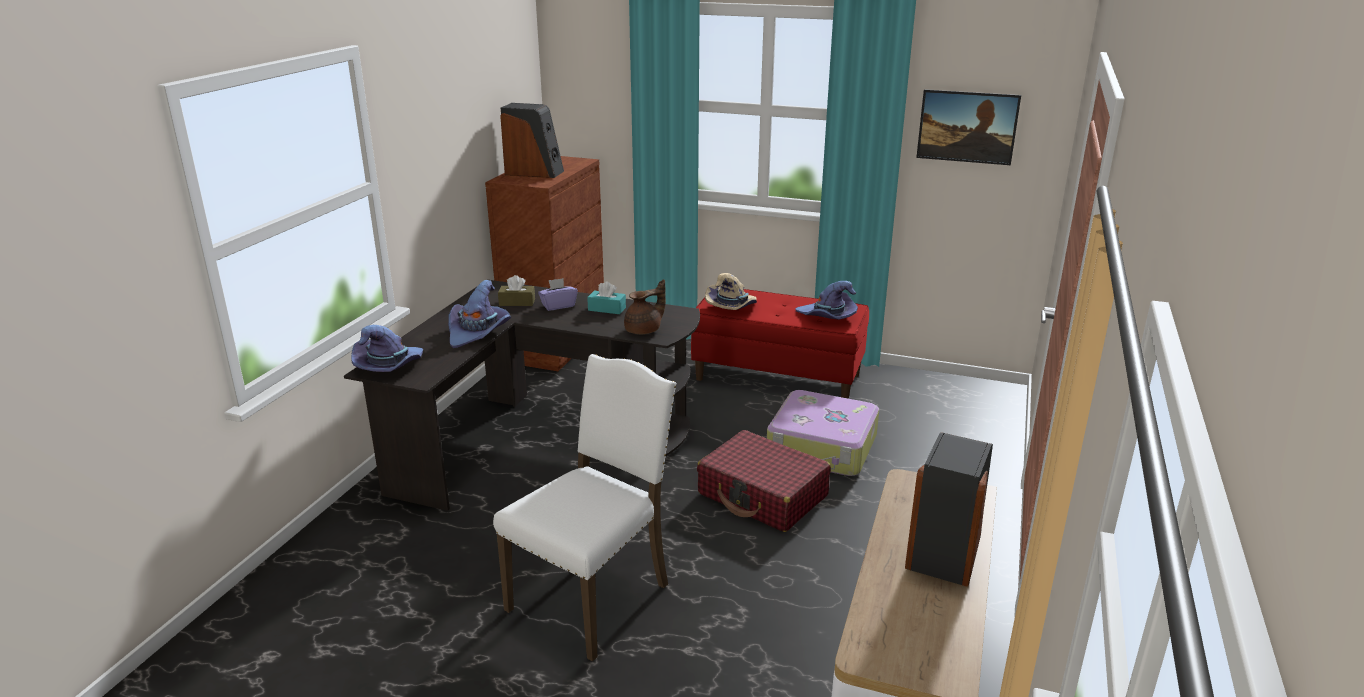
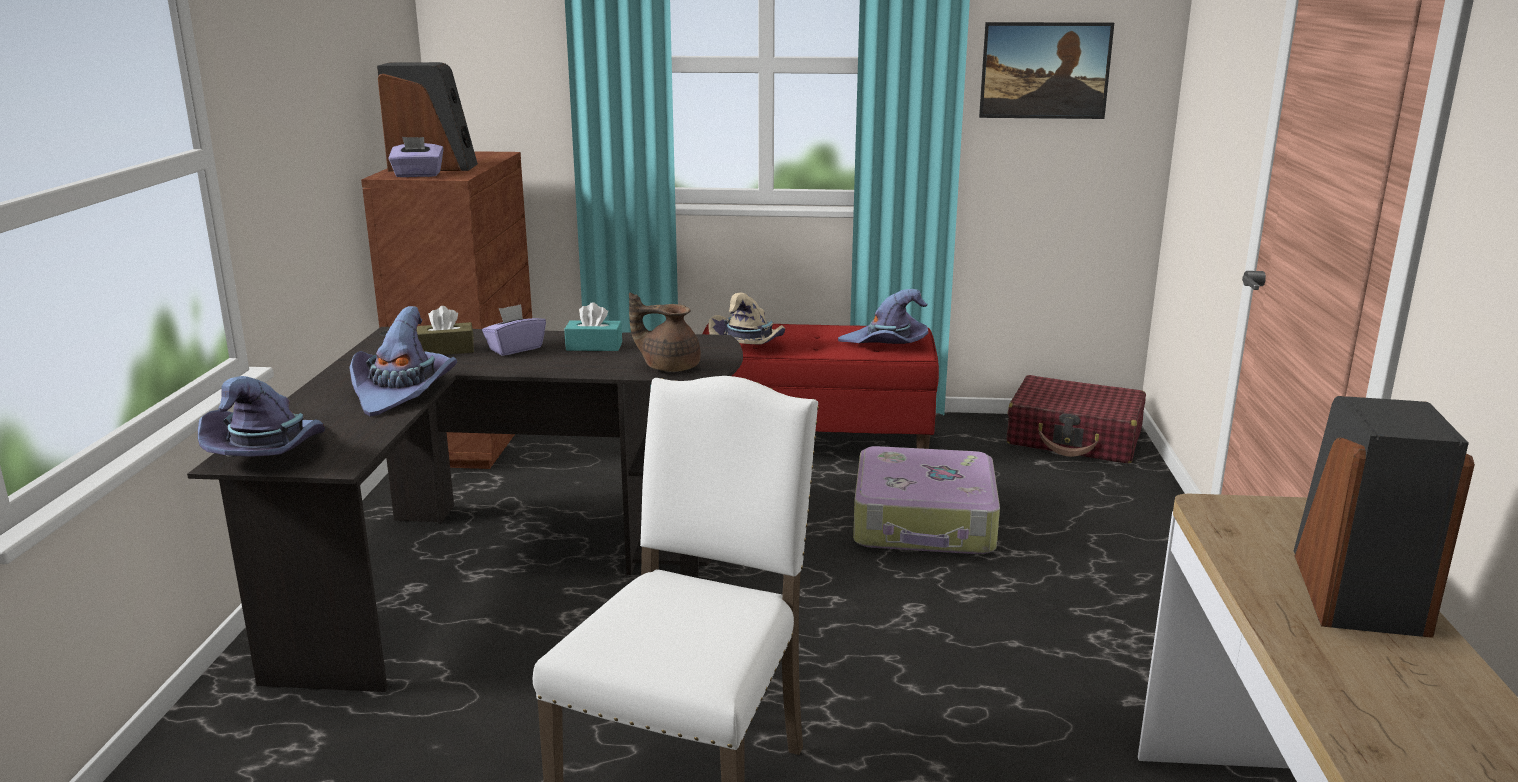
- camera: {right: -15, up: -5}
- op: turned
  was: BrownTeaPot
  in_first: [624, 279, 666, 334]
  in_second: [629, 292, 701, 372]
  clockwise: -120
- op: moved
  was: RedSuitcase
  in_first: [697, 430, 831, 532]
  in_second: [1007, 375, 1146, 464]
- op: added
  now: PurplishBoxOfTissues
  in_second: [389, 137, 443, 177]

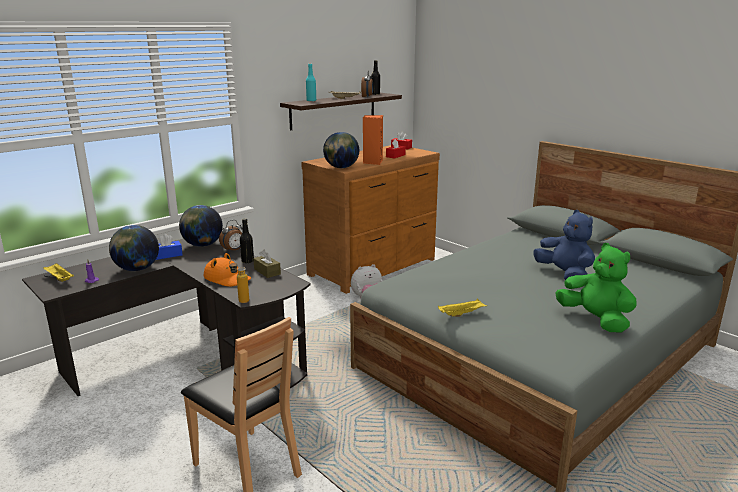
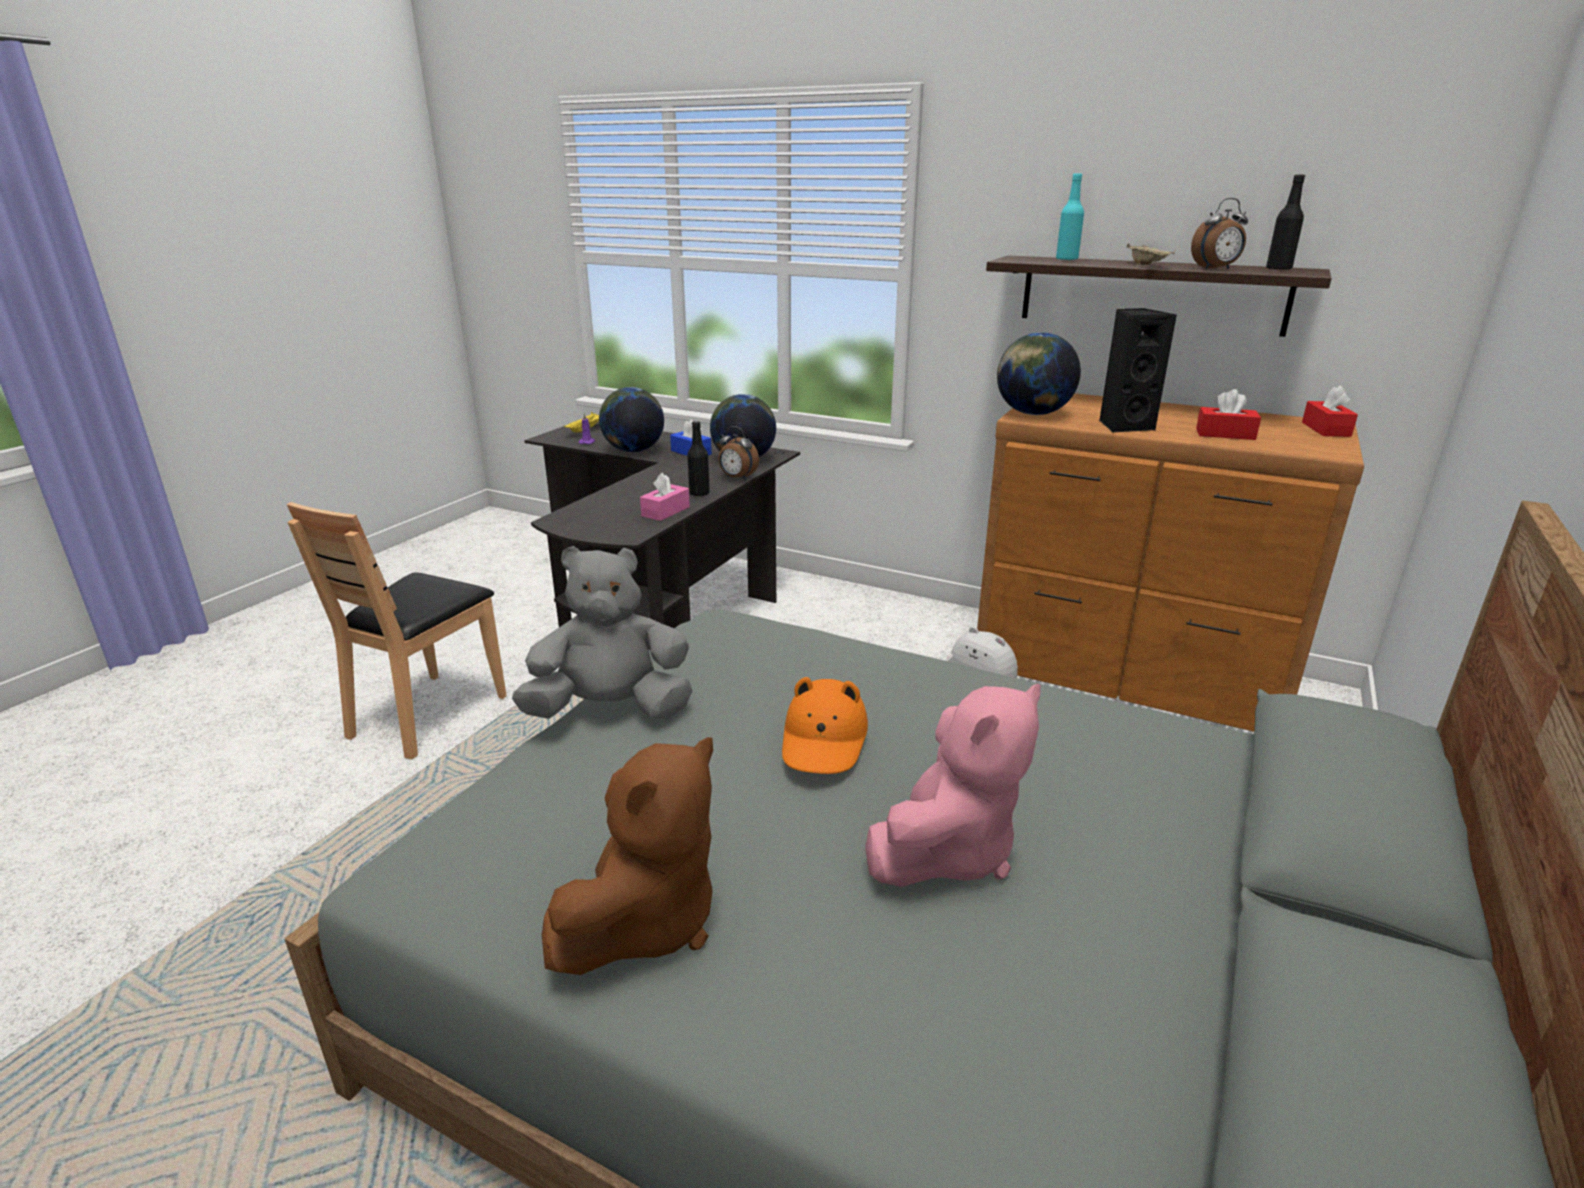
- camera: {right: 70, up: 5}
- op: moved
  was: OrangeClothingHat
  in_first: [204, 253, 251, 287]
  in_second: [782, 677, 868, 774]
- op: removed
  was: BeverageBottle
  in_first: [229, 260, 249, 303]
- op: recoloured
  was: BrownBoxOfTissues
  now: PinkishBoxOfTissues
  in_first: [253, 250, 281, 278]
  in_second: [640, 473, 690, 521]
- op: recoloured
  was: OrangeAudioSpeaker
  now: BlackAudioSpeaker
  in_first: [363, 115, 383, 165]
  in_second: [1099, 308, 1177, 433]
- op: replaced
  was: YellowCarryingTray
  now: GreyishPlushToy
  in_first: [438, 299, 487, 317]
  in_second: [512, 546, 693, 720]
- op: recoloured
  was: BluishPlushToy
  now: PinkishPlushToy
  in_first: [534, 210, 595, 280]
  in_second: [865, 684, 1041, 887]
- op: recoloured
  was: GreenPlushToy
  now: BrownPlushToy
  in_first: [555, 243, 636, 333]
  in_second: [542, 737, 713, 975]

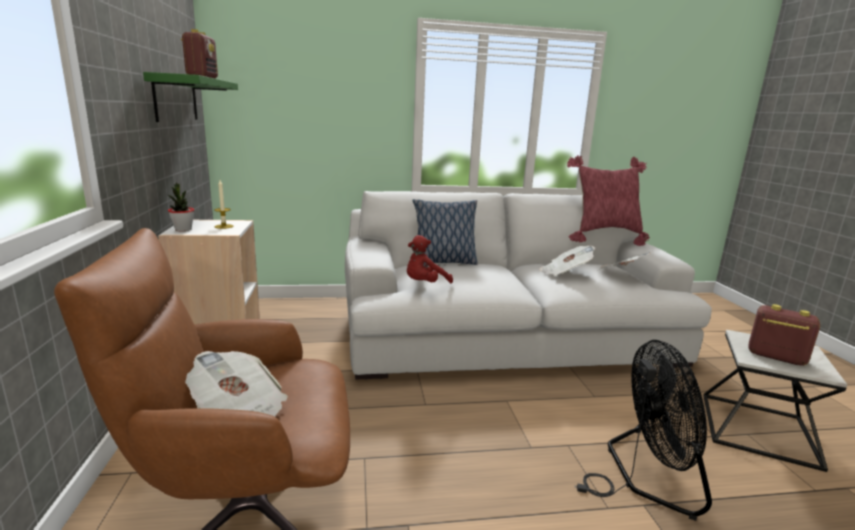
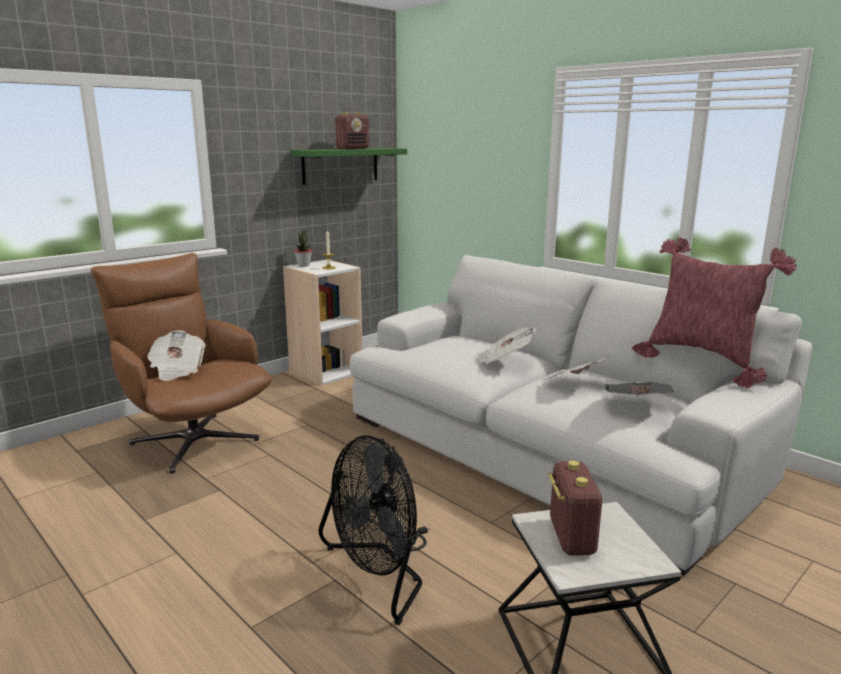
- camera: {right: 55, up: 0}
- op: removed
  was: RedPlushToy
  in_first: [407, 235, 453, 283]
- op: removed
  was: Pillow
  in_first: [412, 199, 478, 265]
- op: turned
  was: BlackElectricFan
  in_first: [574, 340, 712, 521]
  in_second: [319, 435, 428, 625]
  clockwise: 90
- op: added
  now: DailyPaper
  in_second: [474, 327, 536, 364]

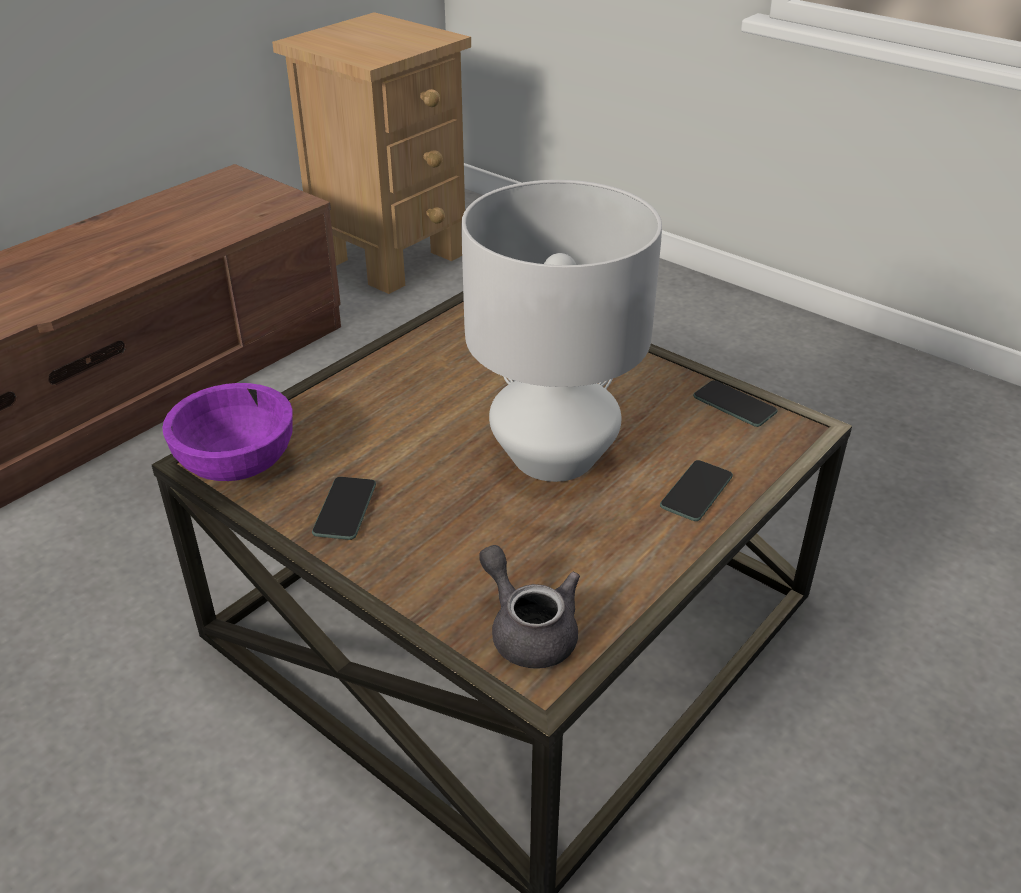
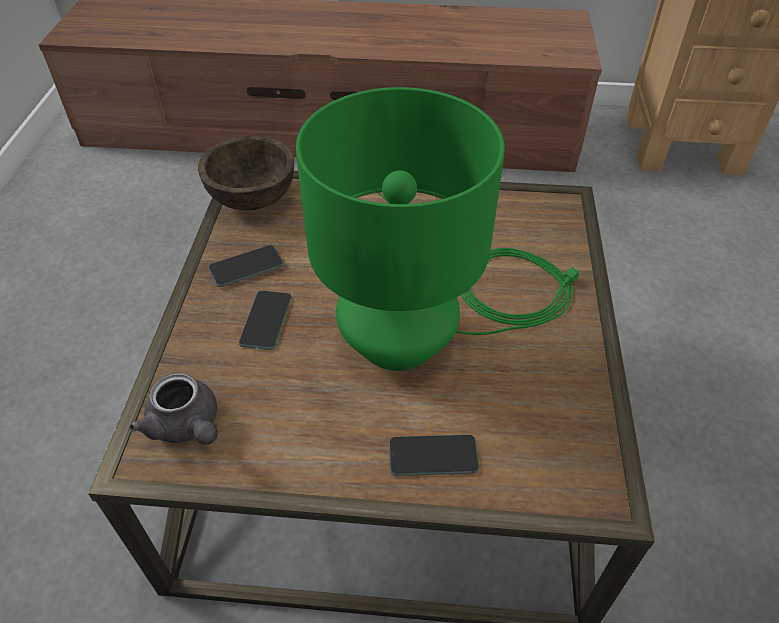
- camera: {right: 55, up: 10}
- op: recoloured
  was: PurplishBowl
  now: BrownBowl
  in_first: [162, 383, 293, 481]
  in_second: [198, 136, 294, 210]
- op: recoloured
  was: WhitishTabletopLamp
  now: GreenTabletopLamp
  in_first: [462, 180, 662, 482]
  in_second: [296, 87, 579, 371]
- op: turned
  was: GreyishTeaPot
  in_first: [479, 545, 580, 669]
  in_second: [129, 373, 218, 445]
  clockwise: 120
- op: moved
  was: Phone
  in_first: [693, 380, 778, 427]
  in_second: [239, 291, 292, 350]

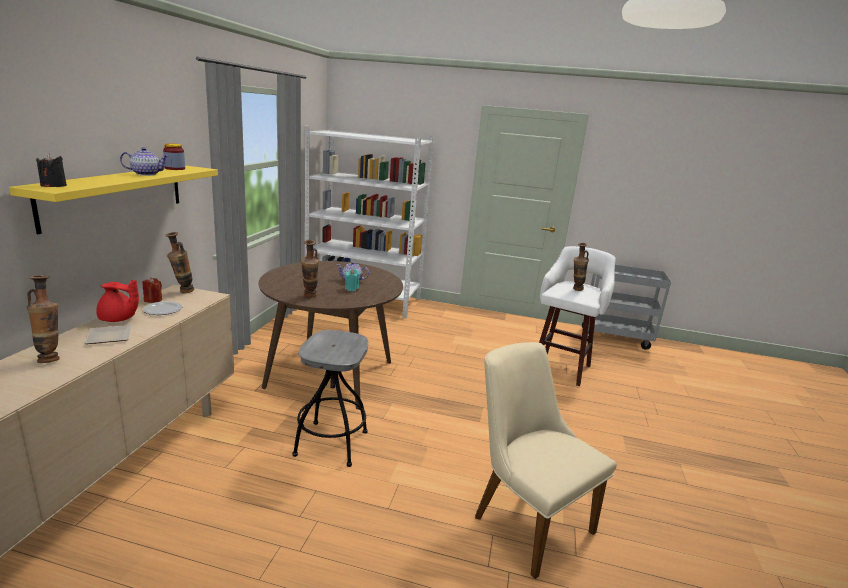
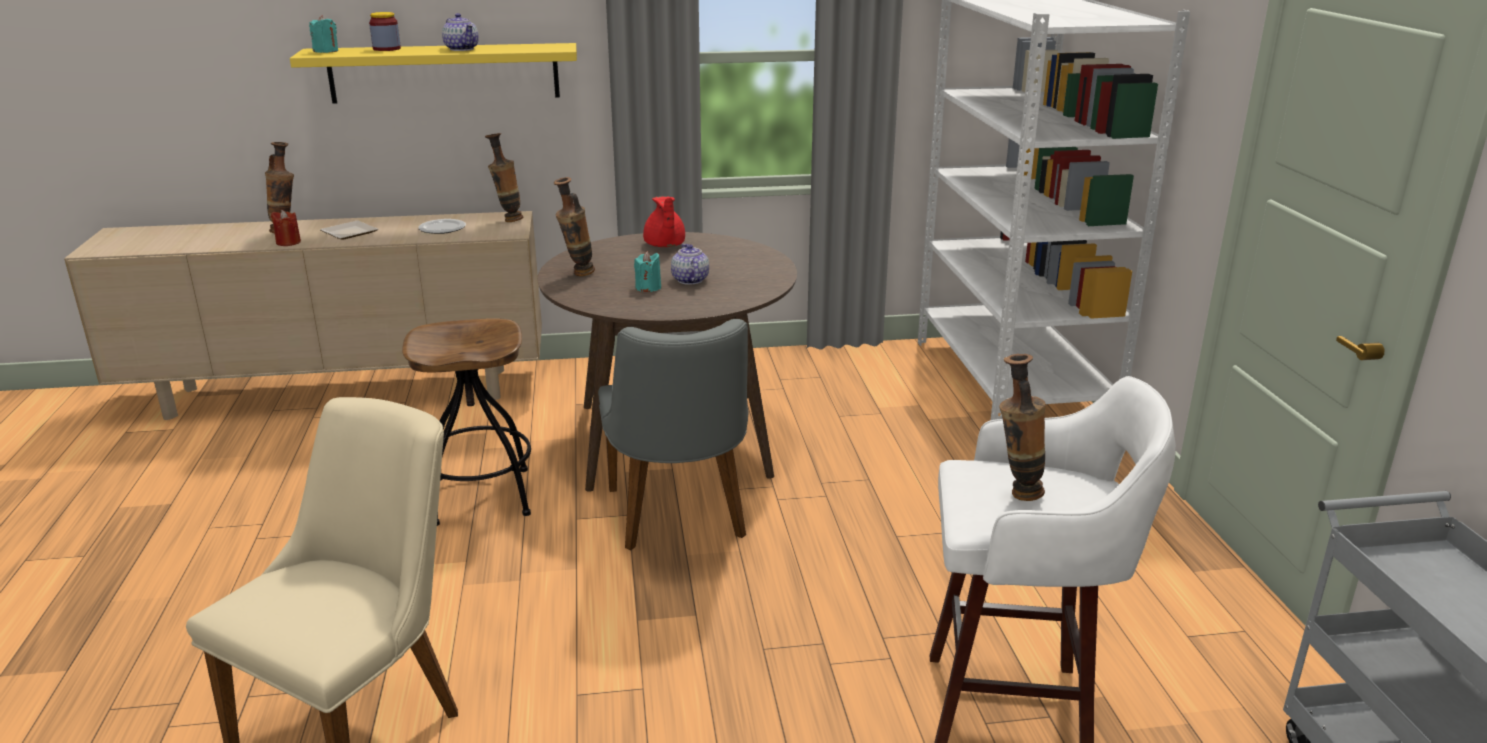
- camera: {right: 70, up: 5}
- op: recoloured
  was: BlackWaxCandle
  now: TurquoiseWaxCandle
  in_first: [36, 153, 67, 187]
  in_second: [309, 15, 338, 53]
- op: moved
  was: RedTeaPot
  in_first: [96, 279, 139, 322]
  in_second: [643, 196, 685, 247]
- op: moved
  was: RedWaxCandle
  in_first: [142, 277, 162, 303]
  in_second: [271, 210, 301, 246]
- op: moved
  was: StorageJar
  in_first: [163, 144, 185, 170]
  in_second: [369, 12, 401, 51]
- op: recoloured
  was: GreyishSittingStool
  now: BrownSittingStool
  in_first: [292, 330, 368, 467]
  in_second: [402, 318, 531, 526]
- op: added
  now: GreyishChair
  in_second: [598, 319, 749, 550]

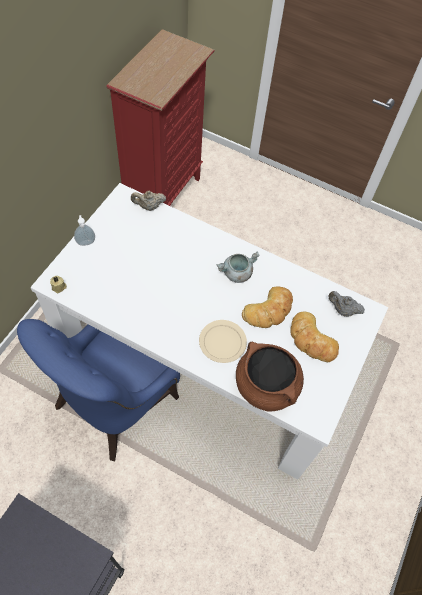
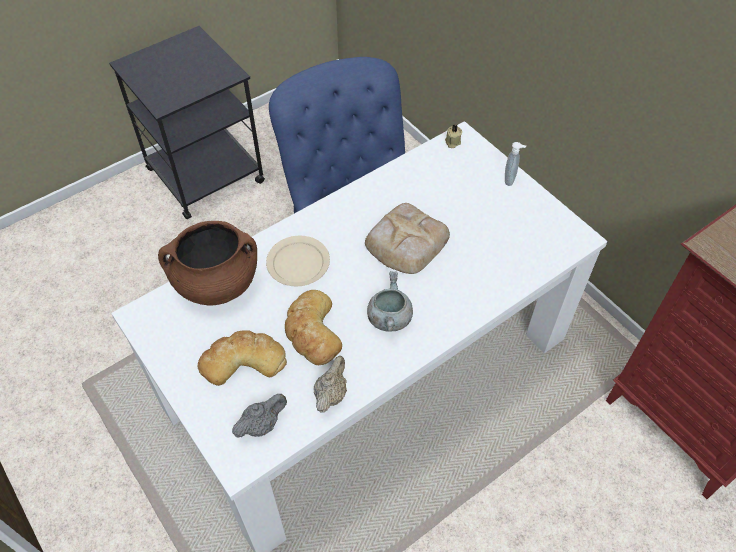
- camera: {right: 120, up: -5}
- op: moved
  was: SandColouredTeaPot
  in_first: [131, 191, 166, 211]
  in_second: [314, 356, 347, 413]
- op: added
  now: BakeryBread
  in_second: [365, 203, 450, 274]

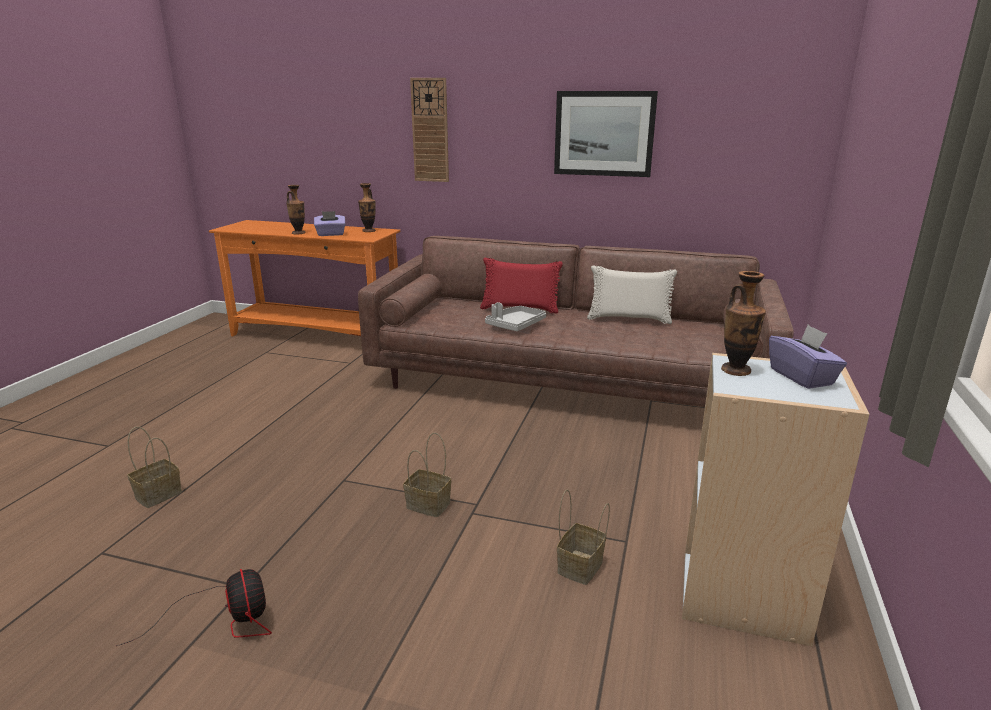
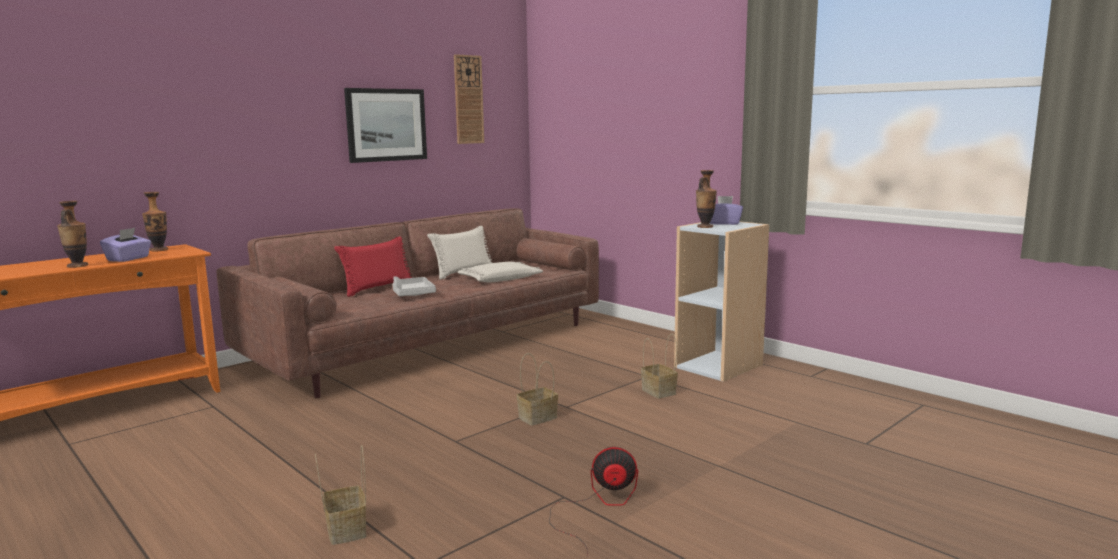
- camera: {right: -60, up: -10}
- op: moved
  was: WallClock
  in_first: [410, 78, 449, 182]
  in_second: [454, 54, 484, 144]
- op: added
  now: WhitishPillow
  in_second: [457, 262, 543, 282]

